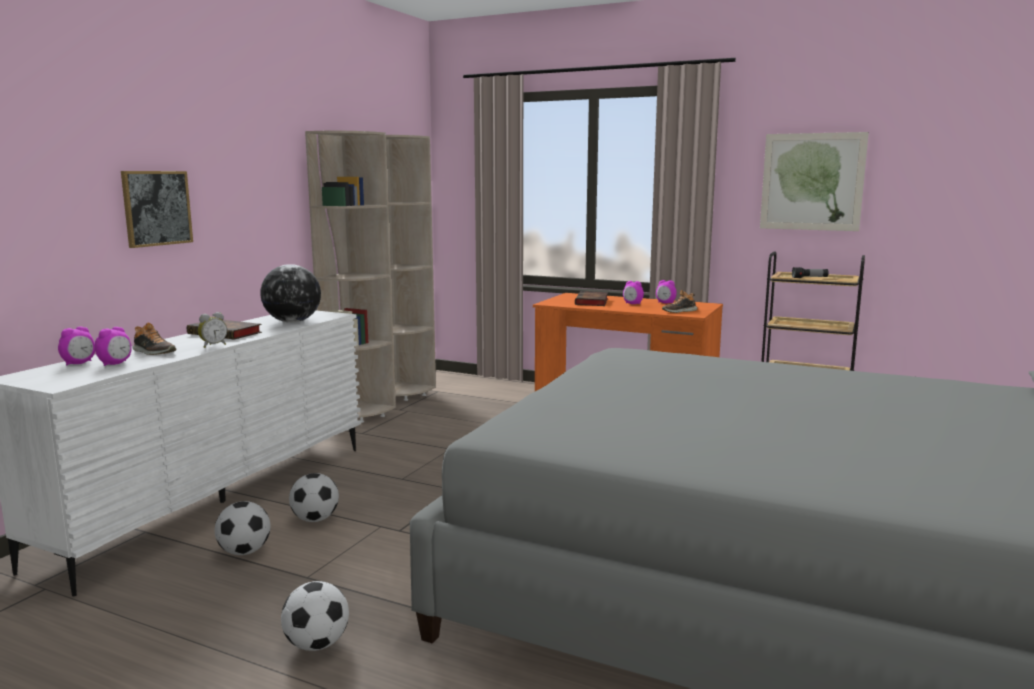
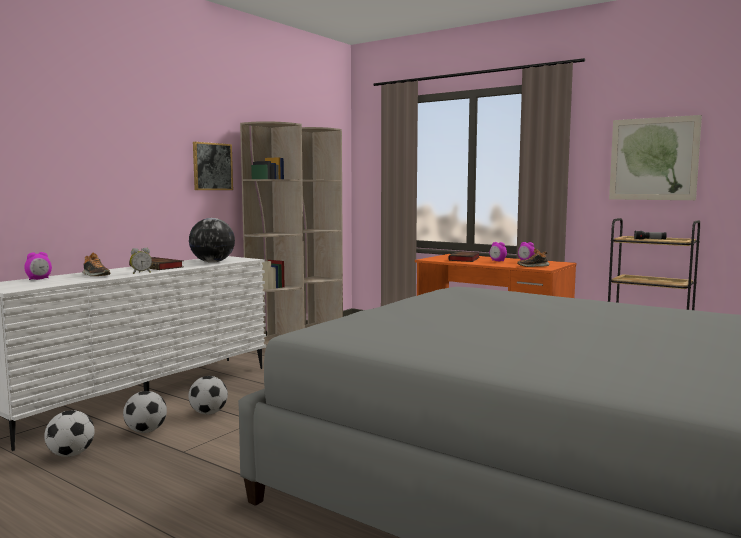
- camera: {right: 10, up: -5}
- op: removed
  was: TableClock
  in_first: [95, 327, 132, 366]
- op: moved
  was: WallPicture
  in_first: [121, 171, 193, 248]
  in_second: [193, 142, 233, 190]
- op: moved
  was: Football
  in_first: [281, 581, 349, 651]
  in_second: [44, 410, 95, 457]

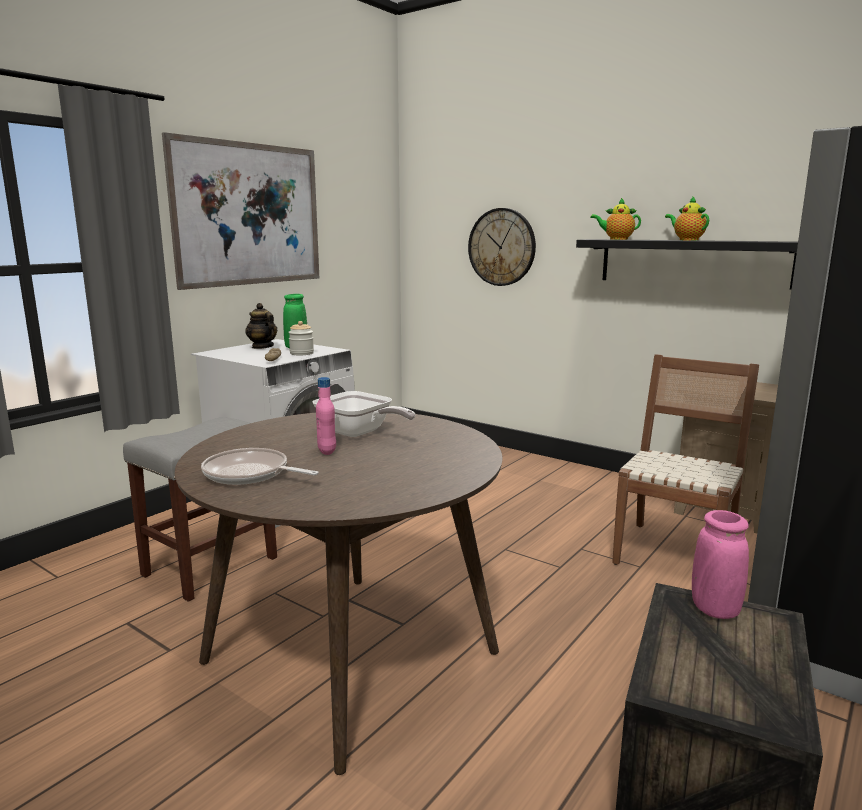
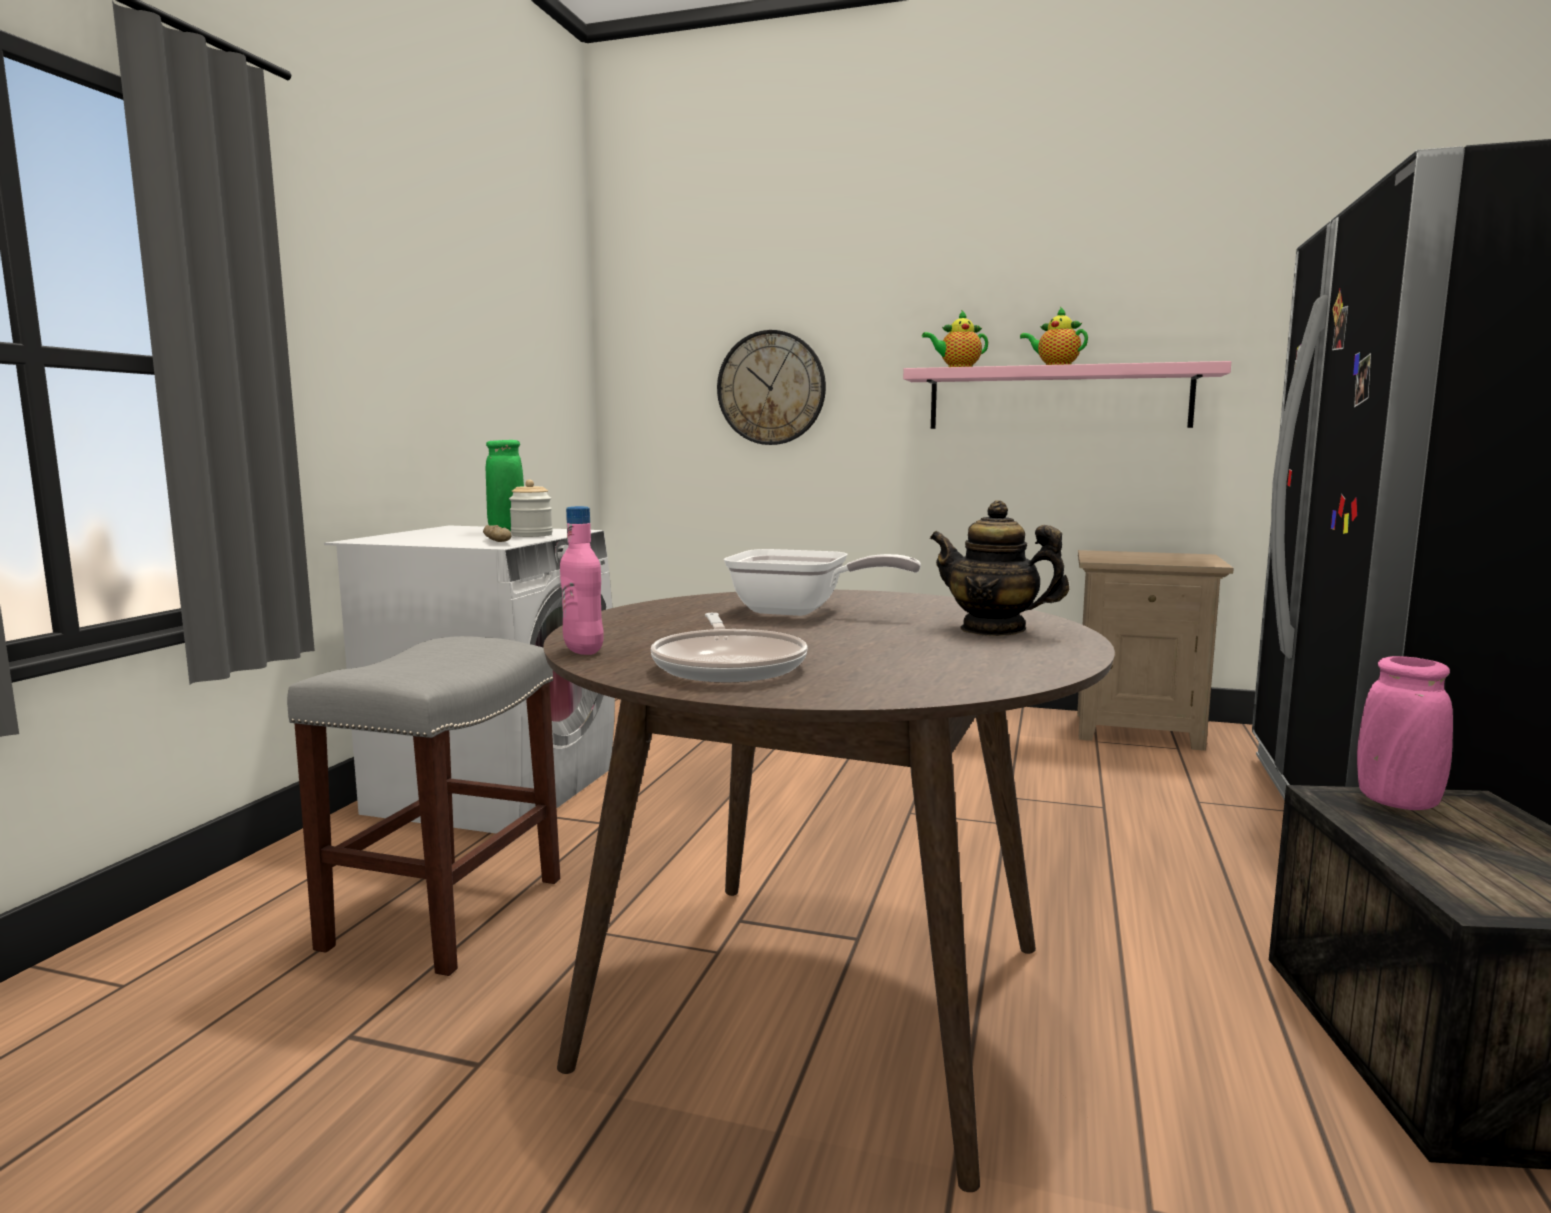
- camera: {right: -20, up: -5}
- op: removed
  was: WallPicture
  in_first: [162, 132, 319, 290]
- op: turned
  was: Pan
  in_first: [201, 448, 319, 485]
  in_second: [651, 613, 808, 682]
  clockwise: -105
- op: moved
  was: TeaPot
  in_first: [245, 303, 277, 349]
  in_second: [930, 500, 1069, 636]
- op: moved
  was: PinkishBeverageBottle
  in_first: [316, 377, 336, 455]
  in_second: [560, 506, 604, 655]
- op: recoloured
  was: BlackBracketShelf
  now: PinkishBracketShelf
  in_first: [576, 239, 798, 289]
  in_second: [903, 361, 1231, 429]
- op: removed
  was: Chair
  in_first: [612, 354, 759, 565]

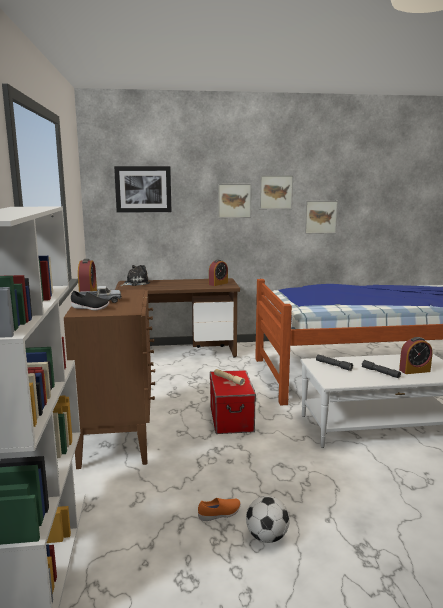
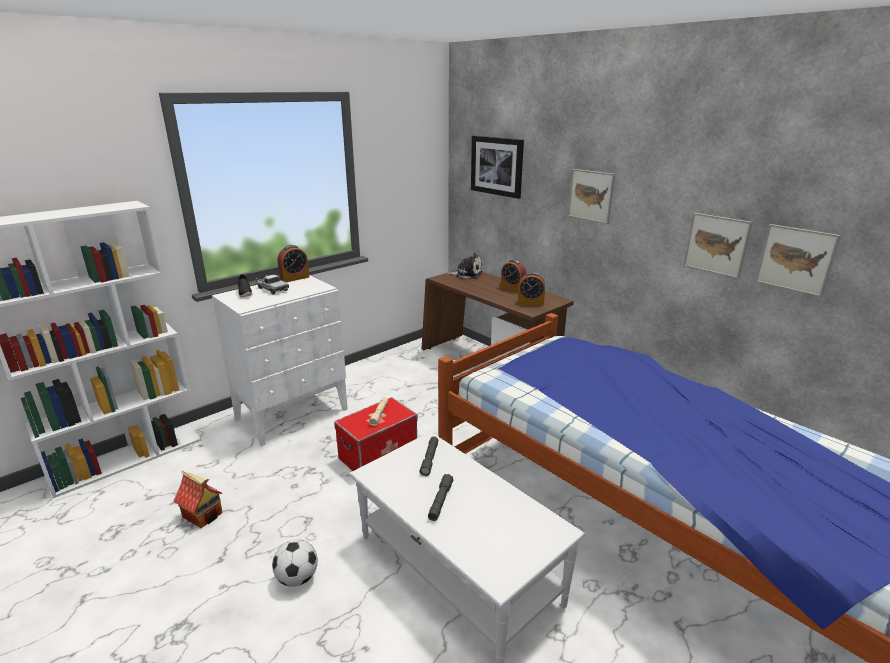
- camera: {right: 55, up: 10}
- op: recoloured
  was: BrownChestOfDrawers
  now: WhitishChestOfDrawers
  in_first: [64, 289, 155, 469]
  in_second: [212, 275, 348, 446]
- op: replaced
  was: OrangeItemOfFootwear
  now: ToyHouse
  in_first: [198, 498, 241, 521]
  in_second: [173, 471, 223, 528]
- op: moved
  was: Football
  in_first: [246, 496, 290, 543]
  in_second: [272, 539, 318, 587]
- op: moved
  was: WallPicture
  in_first: [260, 175, 293, 209]
  in_second: [755, 224, 840, 297]
- op: moved
  was: TableClock
  in_first: [399, 337, 433, 374]
  in_second: [501, 260, 526, 293]

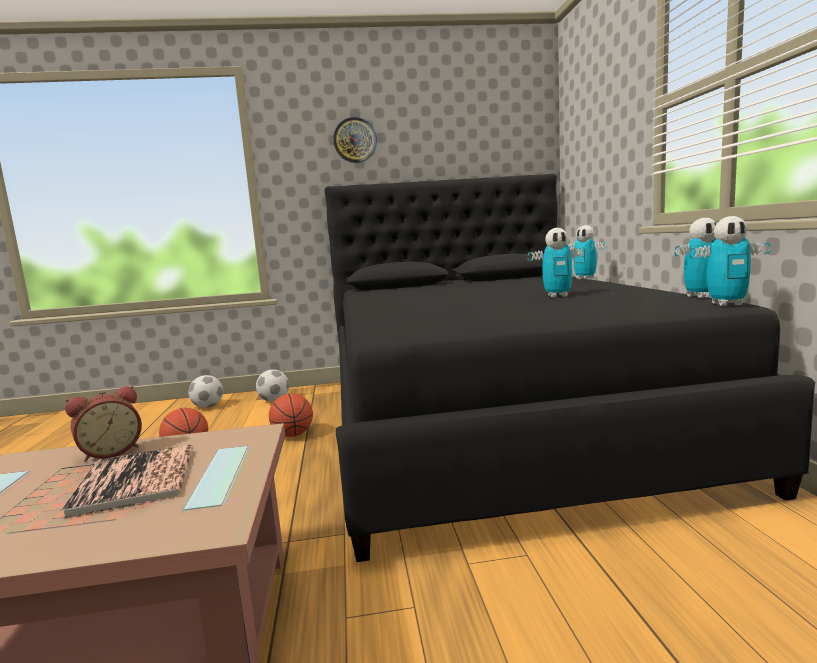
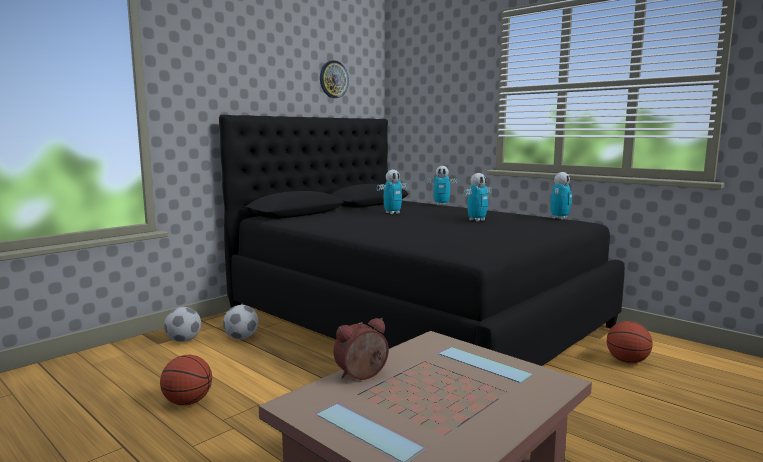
- camera: {right: -40, up: 0}
- op: removed
  was: Book
  in_first: [61, 445, 193, 519]
- op: turned
  was: TableClock
  in_first: [65, 386, 142, 462]
  in_second: [334, 318, 389, 380]
  clockwise: -135
- op: moved
  was: Football
  in_first: [188, 375, 223, 408]
  in_second: [223, 305, 259, 340]
- op: moved
  was: BallForBasketball
  in_first: [269, 393, 313, 437]
  in_second: [607, 321, 652, 364]
- op: moved
  was: WallClock
  in_first: [333, 117, 377, 163]
  in_second: [320, 60, 349, 98]
- op: moved
  was: ModelRobot
  in_first: [689, 216, 771, 306]
  in_second: [377, 170, 408, 214]

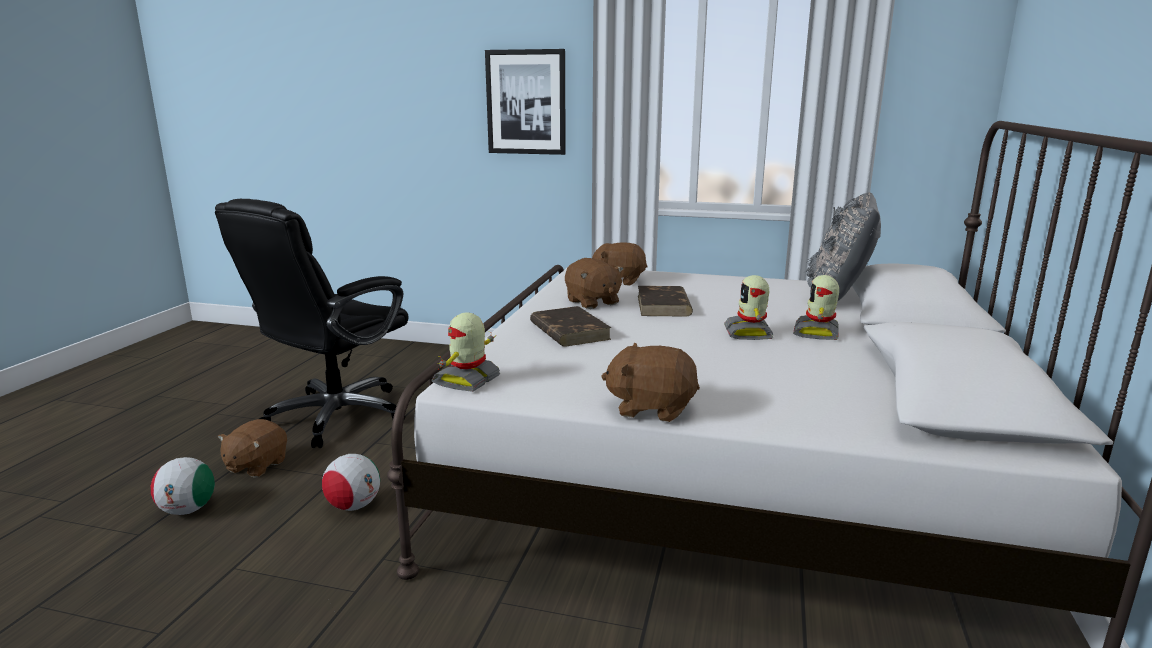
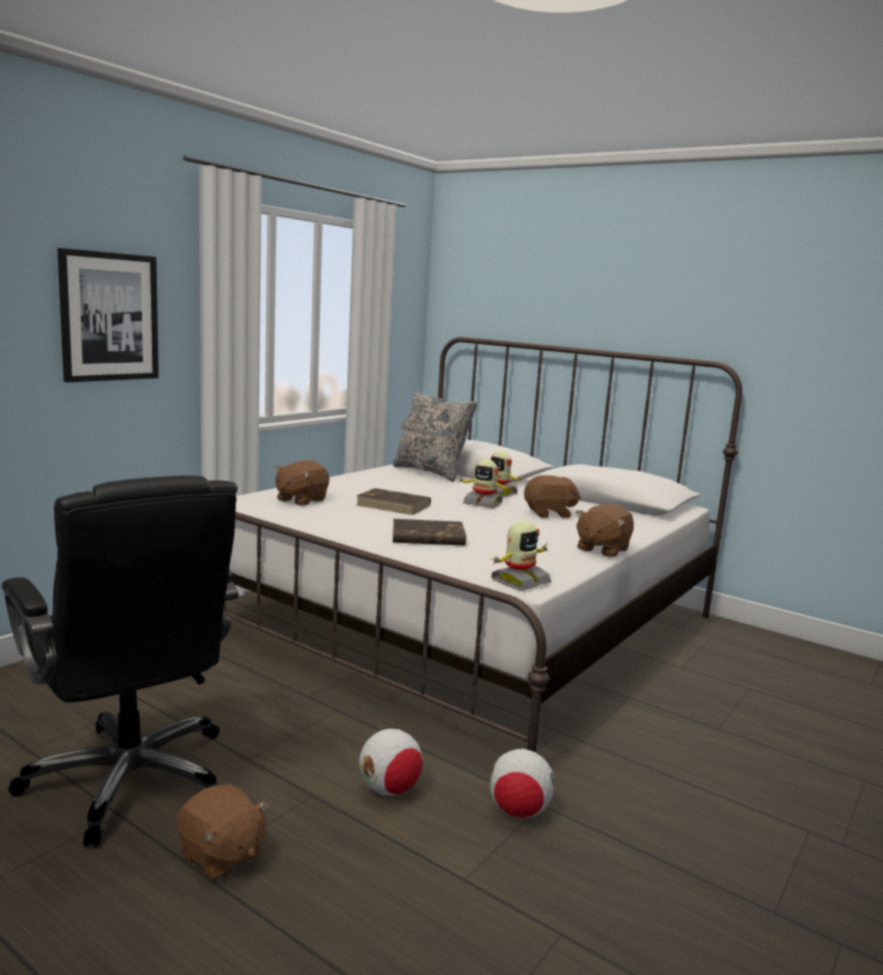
- camera: {right: -70, up: -5}
- op: moved
  was: Football
  in_first: [151, 457, 215, 515]
  in_second: [490, 749, 555, 818]
- op: turned
  was: ModelRobot
  in_first: [432, 312, 500, 392]
  in_second: [491, 521, 551, 590]
  clockwise: -90
- op: moved
  was: BrownPlushToy
  in_first: [565, 258, 624, 309]
  in_second: [524, 475, 581, 518]

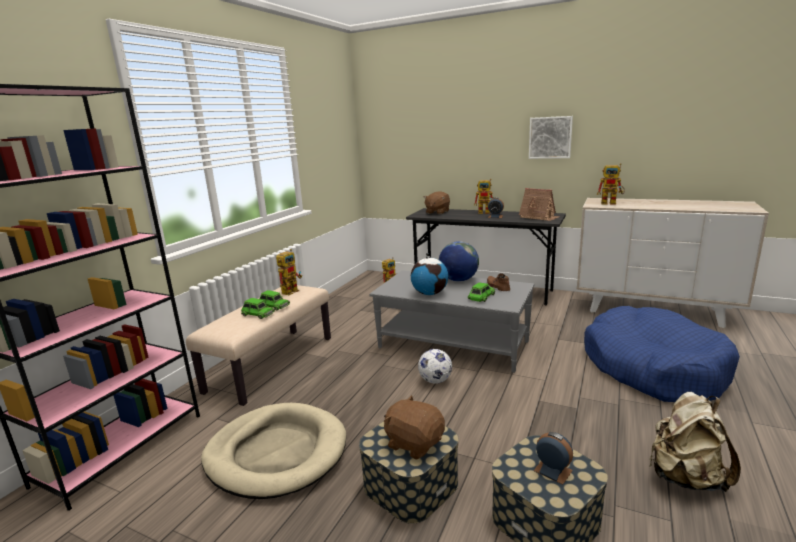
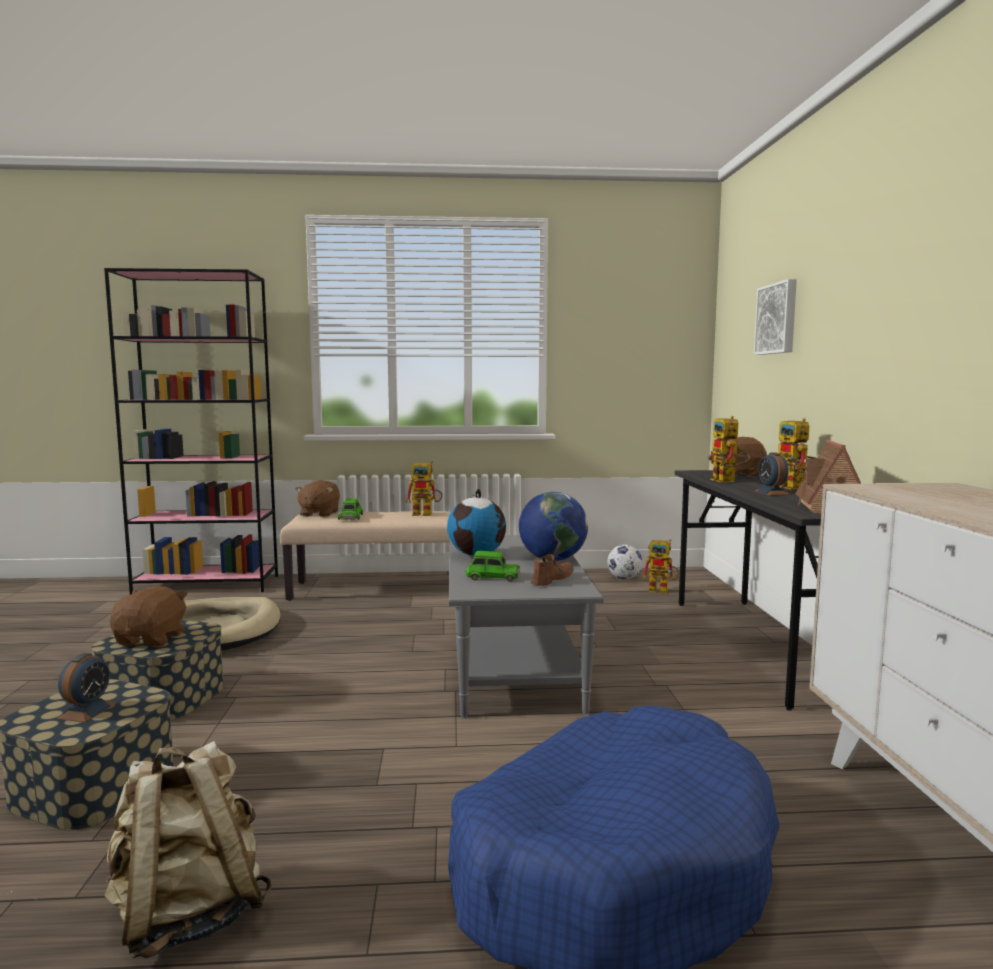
- camera: {right: 60, up: -10}
- op: removed
  was: GreenModelCar
  in_first: [260, 290, 290, 311]
- op: moved
  was: Football
  in_first: [418, 349, 452, 384]
  in_second: [607, 544, 643, 580]
- op: moved
  was: WallPicture
  in_first: [529, 116, 573, 159]
  in_second: [754, 279, 797, 355]
- op: moved
  was: ModelRobot
  in_first: [597, 163, 625, 205]
  in_second: [710, 416, 750, 483]
- op: added
  now: BrownPlushToy
  in_second: [295, 480, 340, 517]

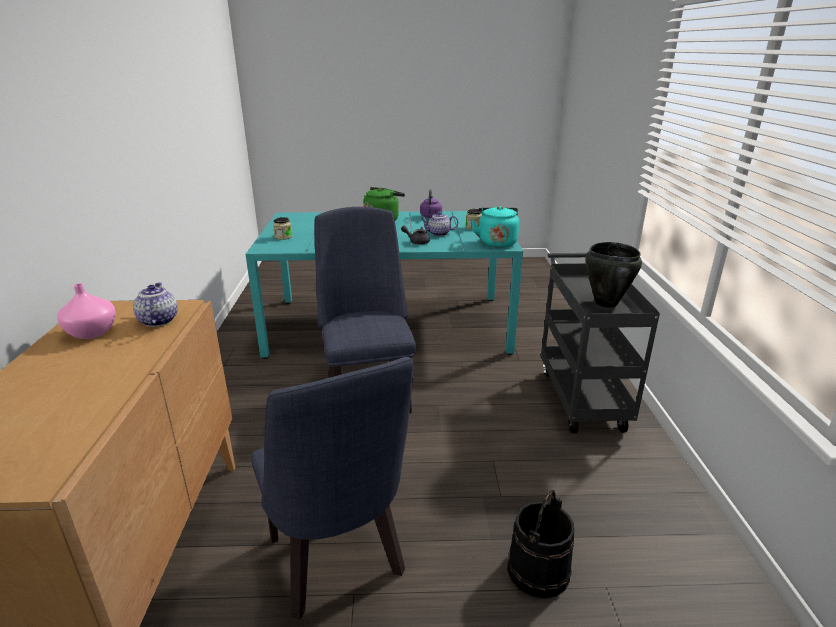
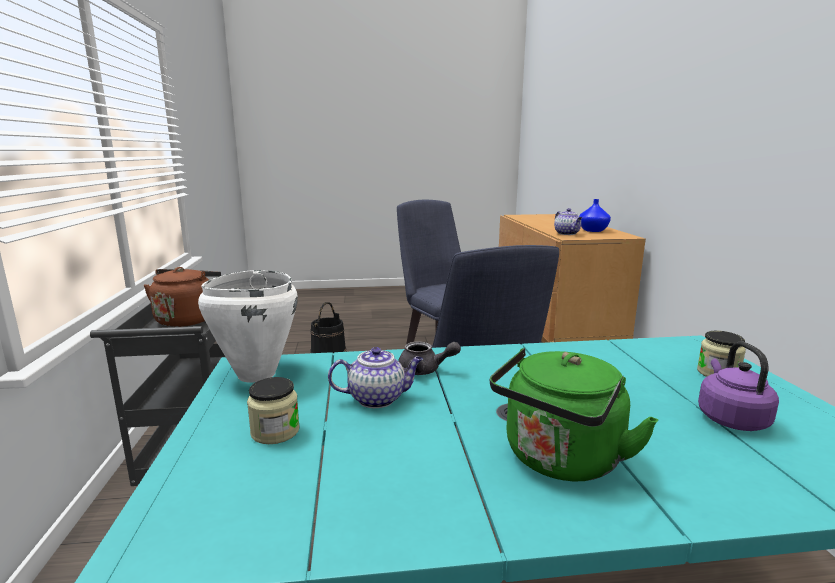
- camera: {right: 175, up: -10}
- op: recoloured
  was: PinkishFlowerVase
  now: BluishFlowerVase
  in_first: [57, 283, 116, 339]
  in_second: [579, 199, 611, 232]
- op: moved
  was: PurplishTeaKettle
  in_first: [420, 189, 442, 218]
  in_second: [698, 342, 779, 431]
- op: replaced
  was: TurquoiseTeaKettle
  now: WhitishSaucepot
  in_first: [471, 206, 519, 248]
  in_second: [198, 270, 298, 383]
- op: replaced
  was: BlackSaucepot
  now: BrownTeaKettle
  in_first: [585, 242, 642, 308]
  in_second: [143, 267, 221, 327]

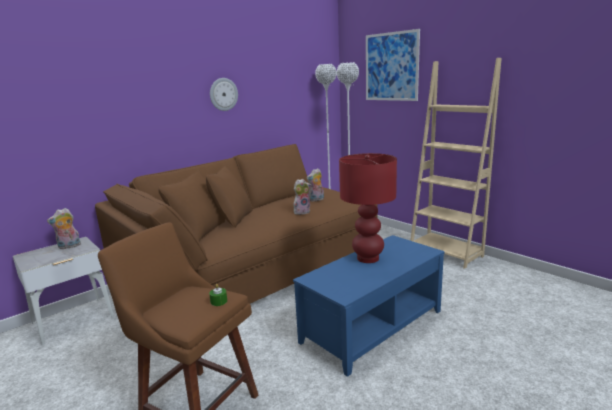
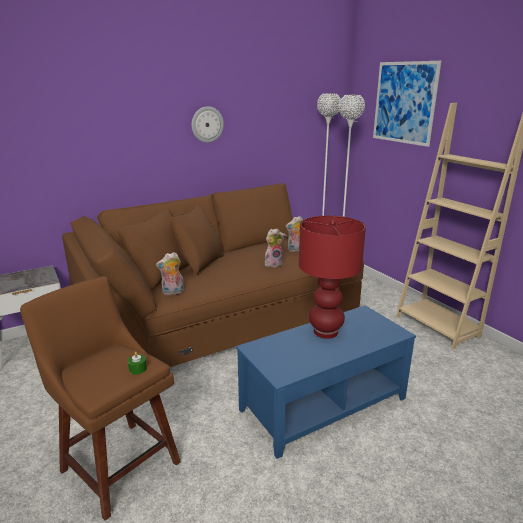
- camera: {right: 10, up: 5}
- op: moved
  was: PlushToy
  in_first: [47, 208, 81, 249]
  in_second: [156, 252, 184, 296]

